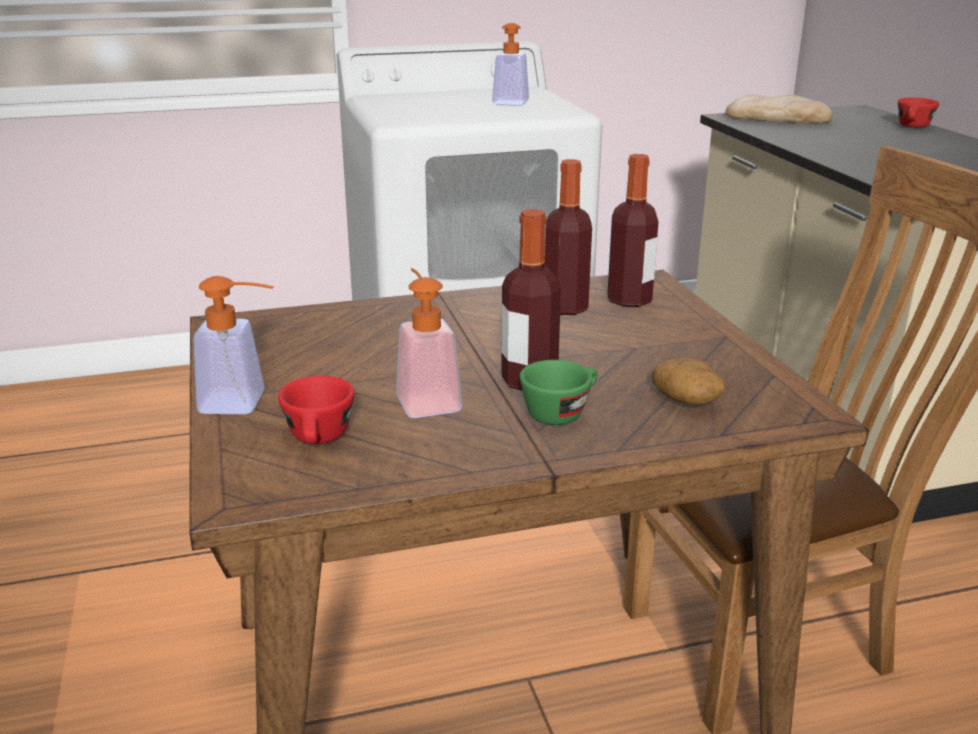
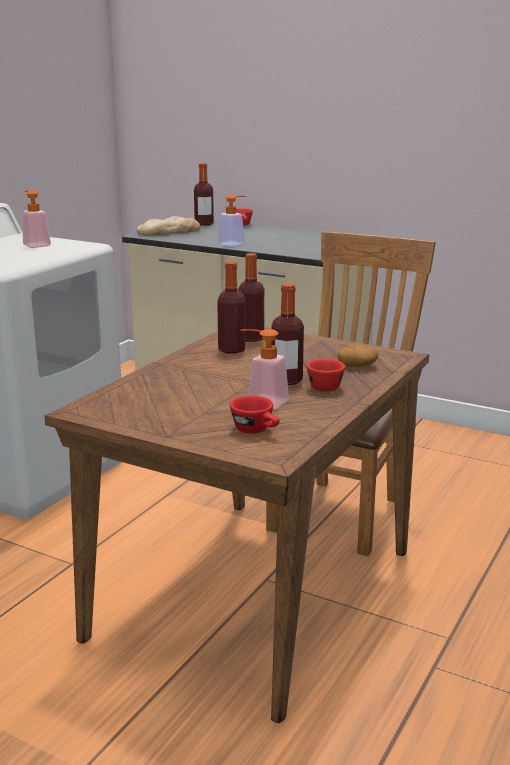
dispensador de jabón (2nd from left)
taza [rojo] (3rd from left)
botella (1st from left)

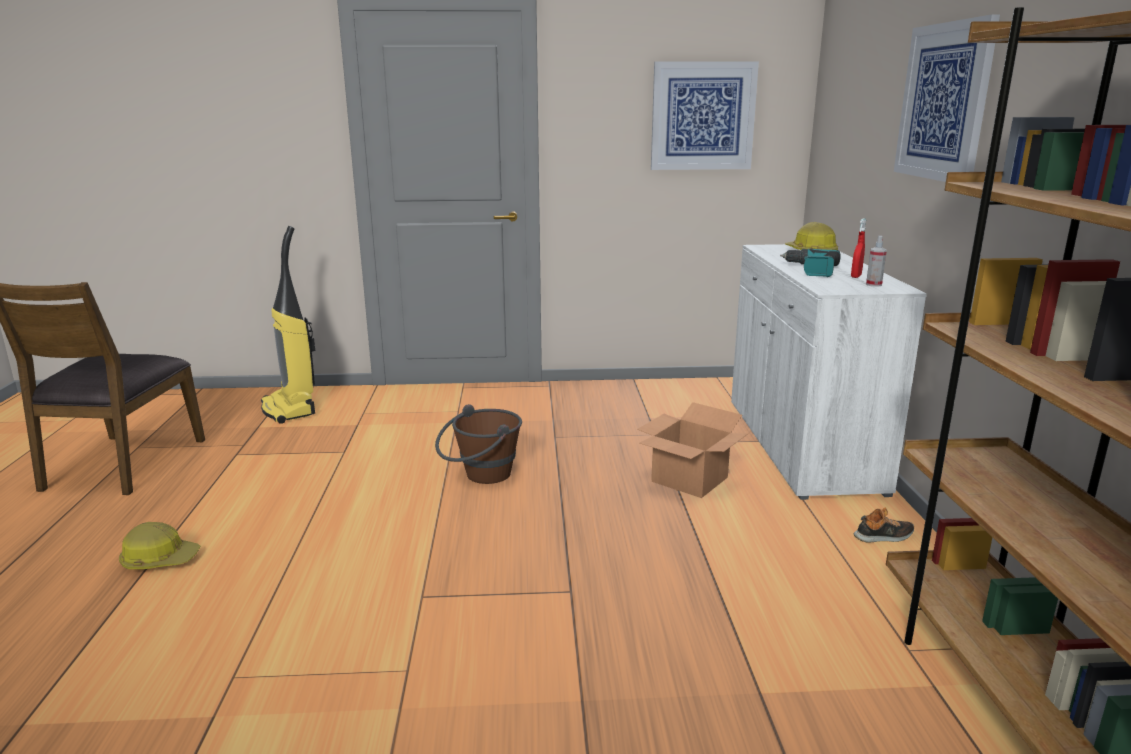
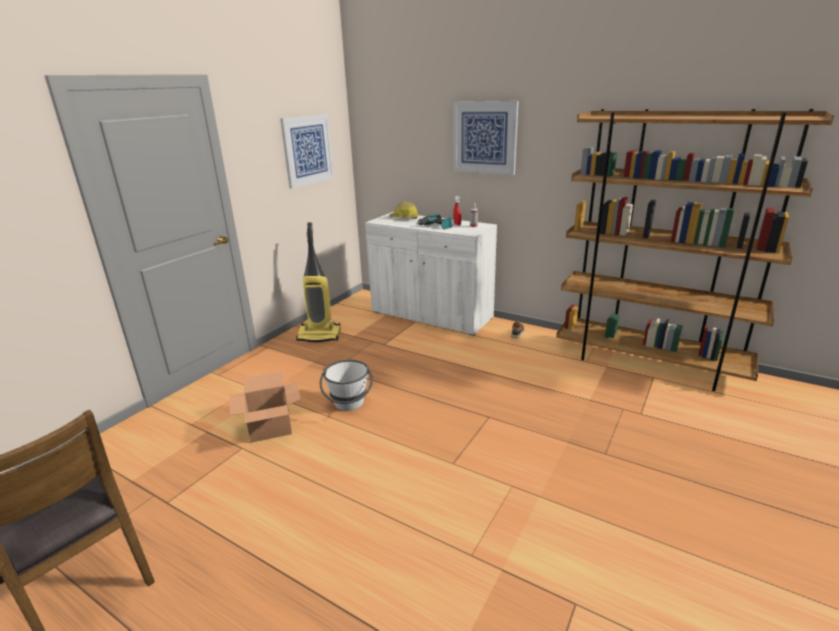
casco (1st from left in the first image)
aspiradora
cubo [blanco]
caja de cartón

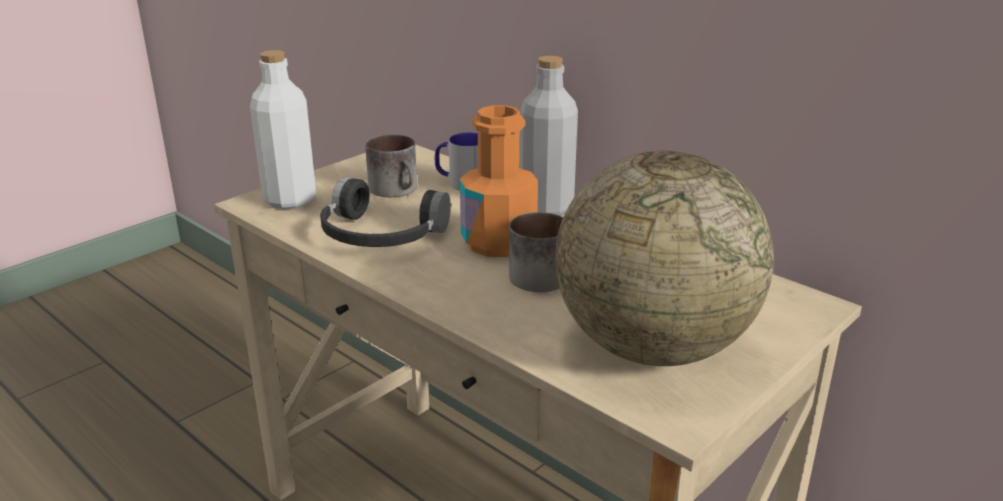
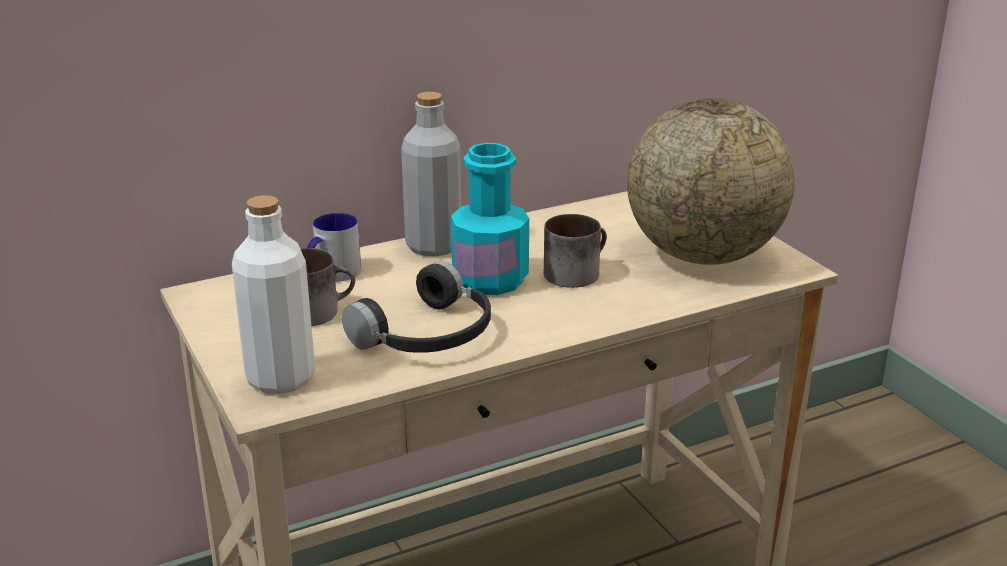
botella [turquesa]

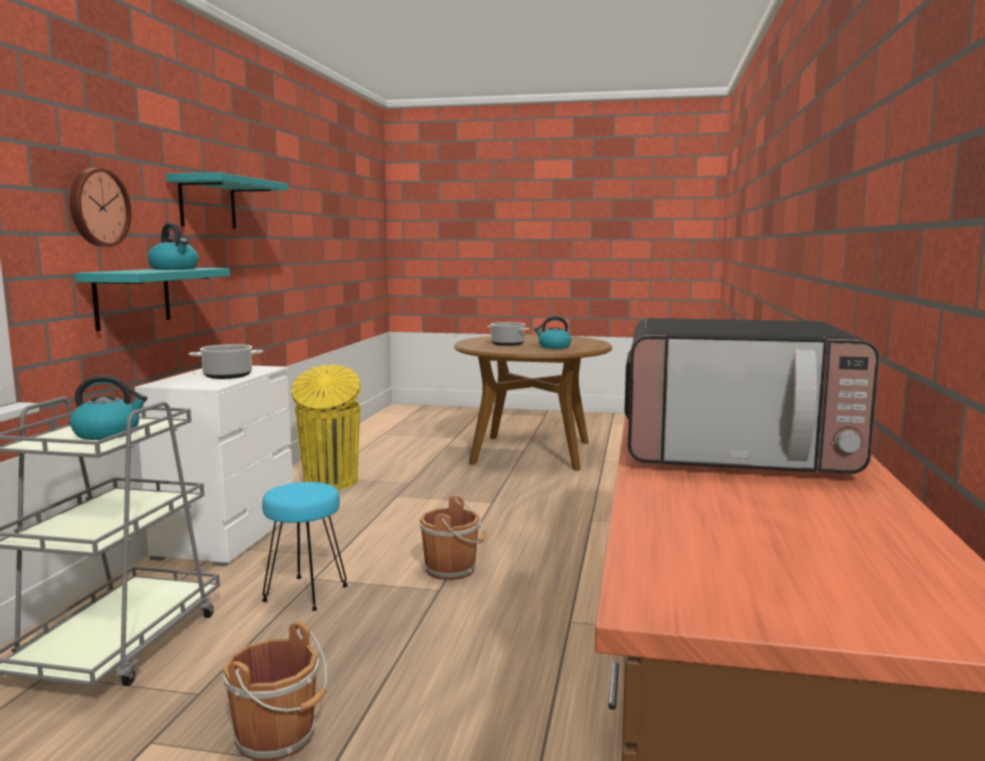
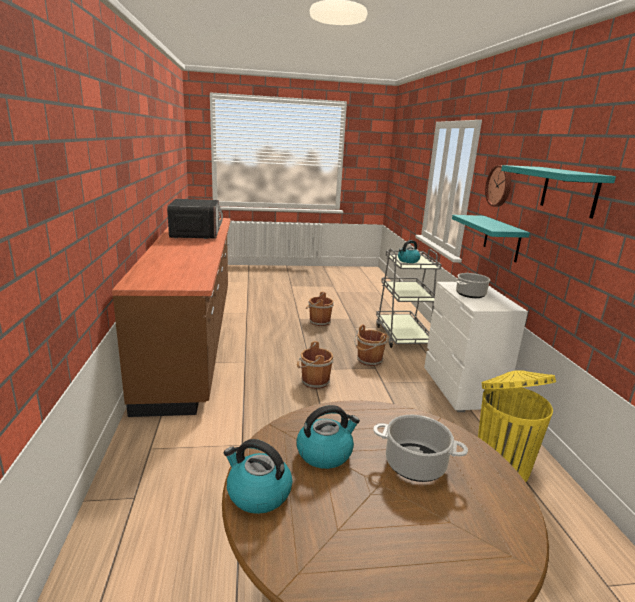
hervidor (1st from left)
cubo [marrón] (3rd from left)
microondas

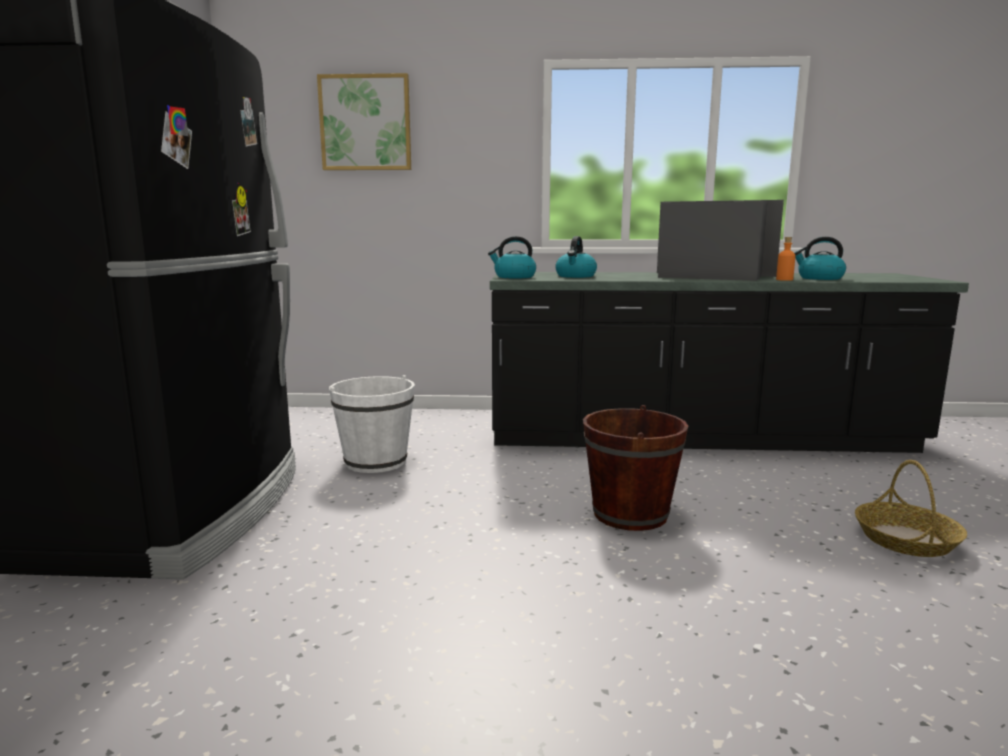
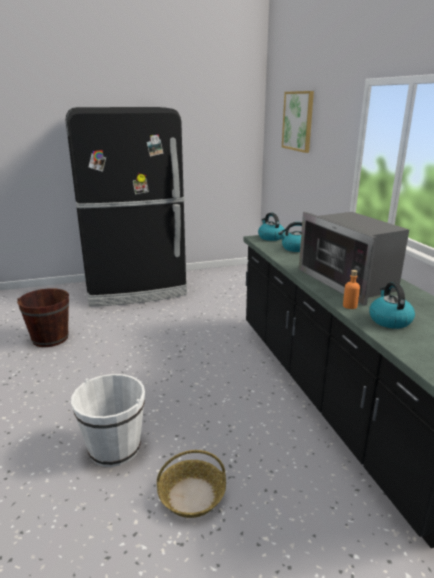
cubo [blanco]
cubo [marrón]
microondas

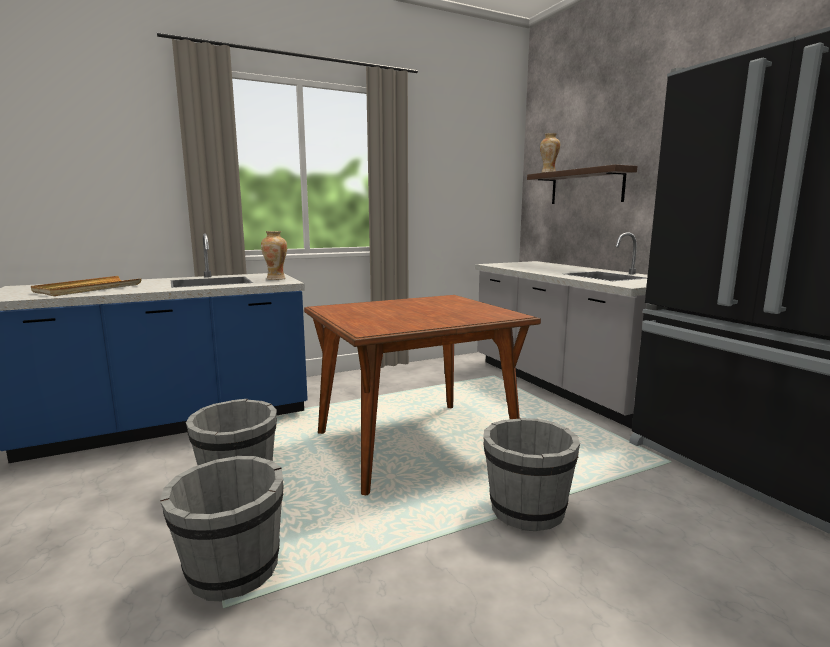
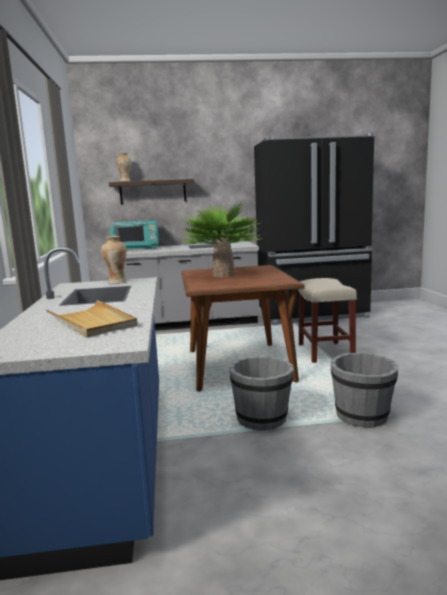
taburete [beis]
microondas [turquesa]
planta en maceta

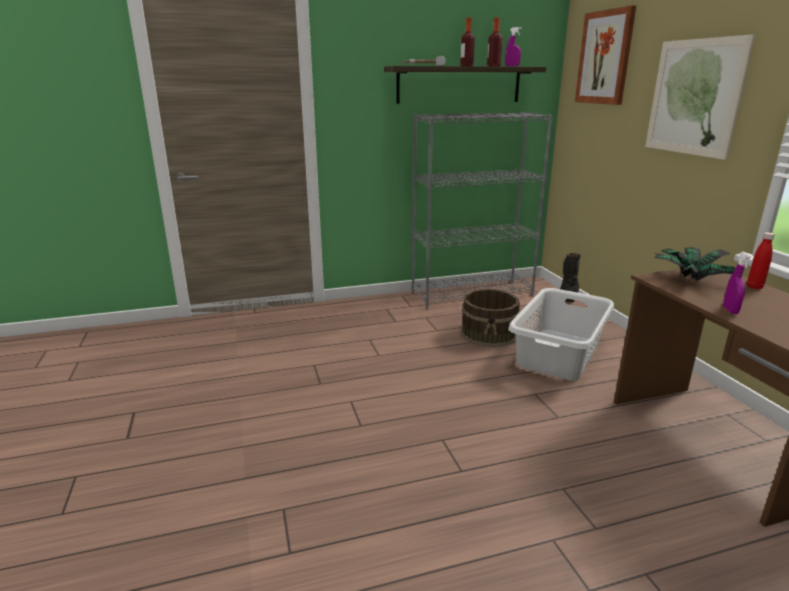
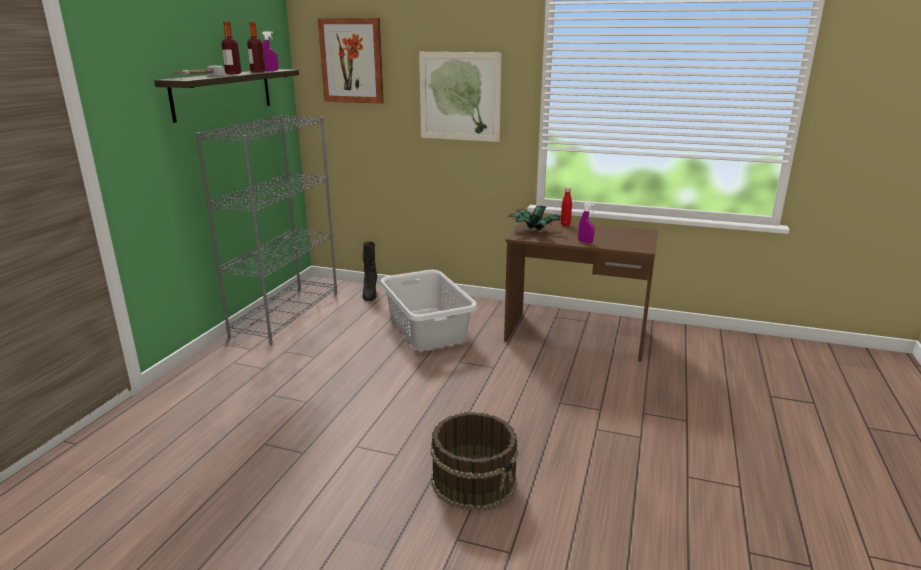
cubo [marrón]

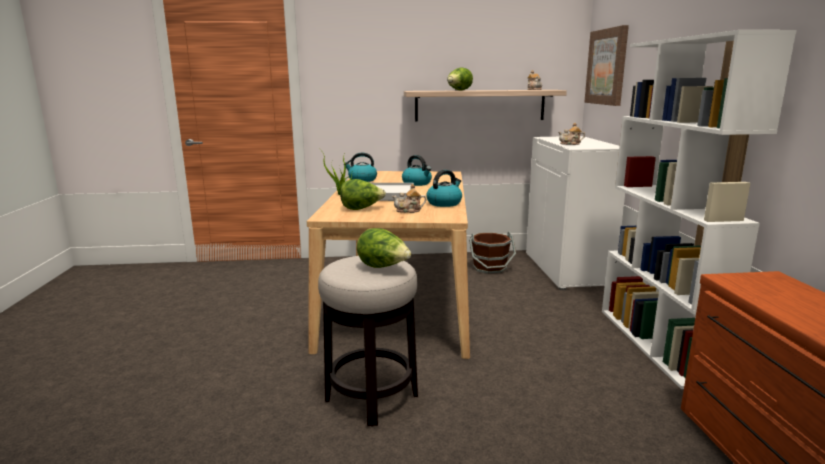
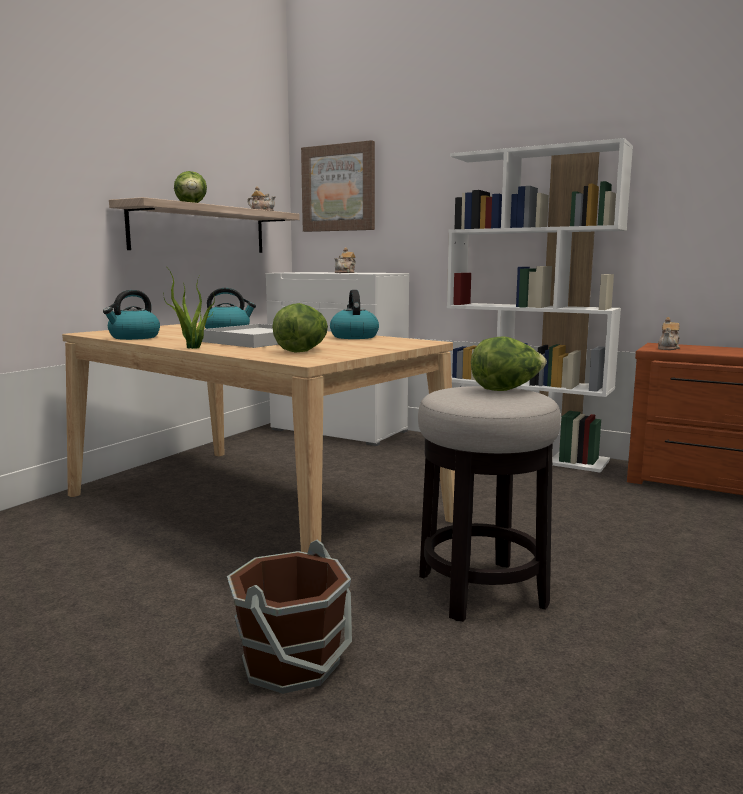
tetera (3rd from left)
cubo [marrón]

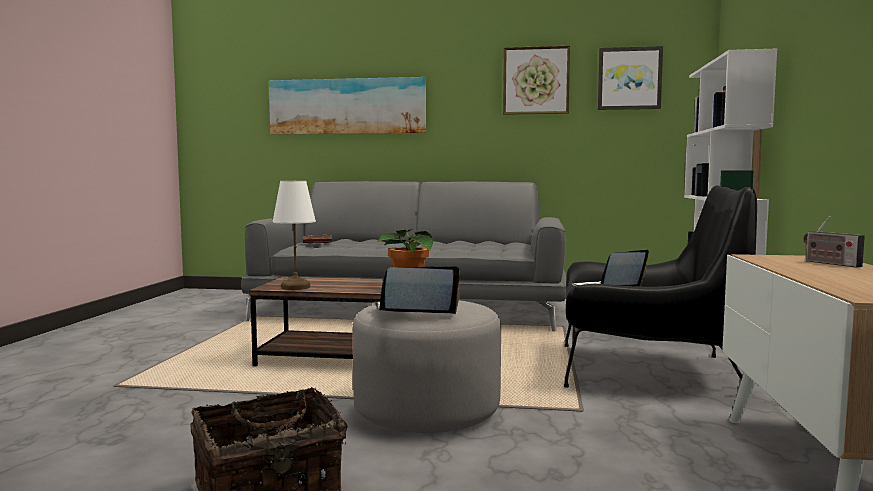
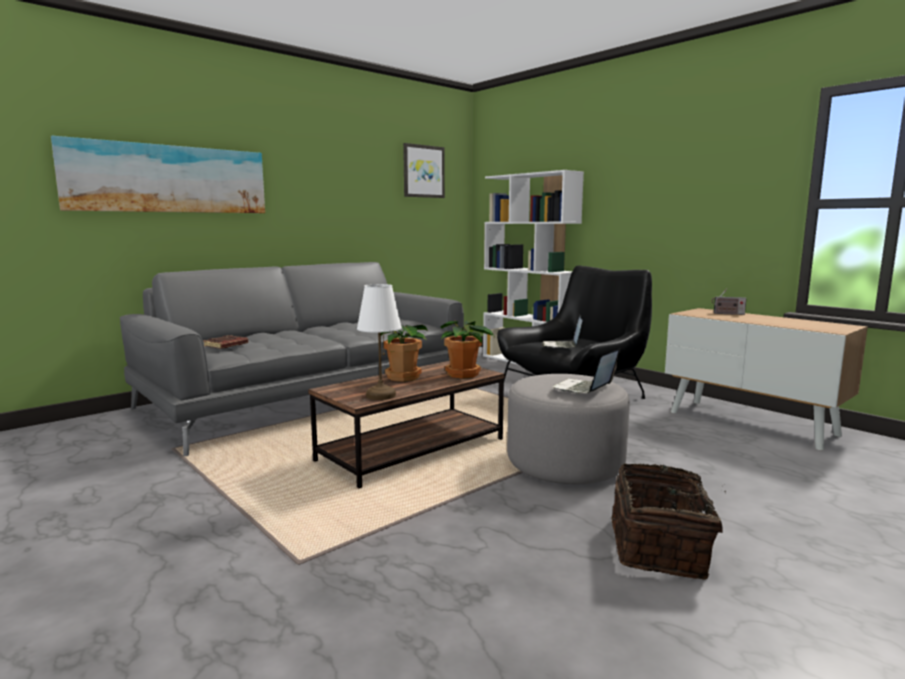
cuadro (2nd from left in the first image)
planta en maceta (1st from left)

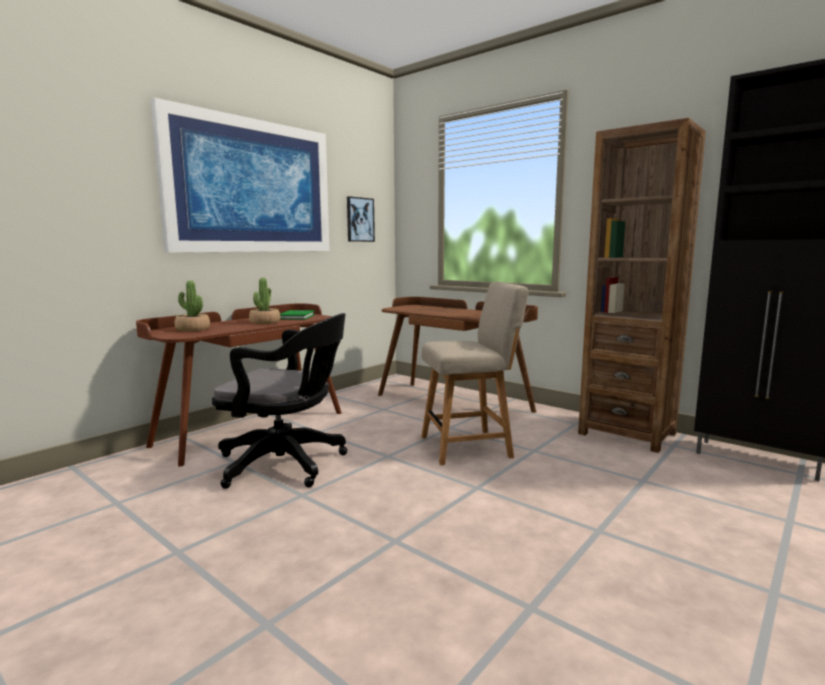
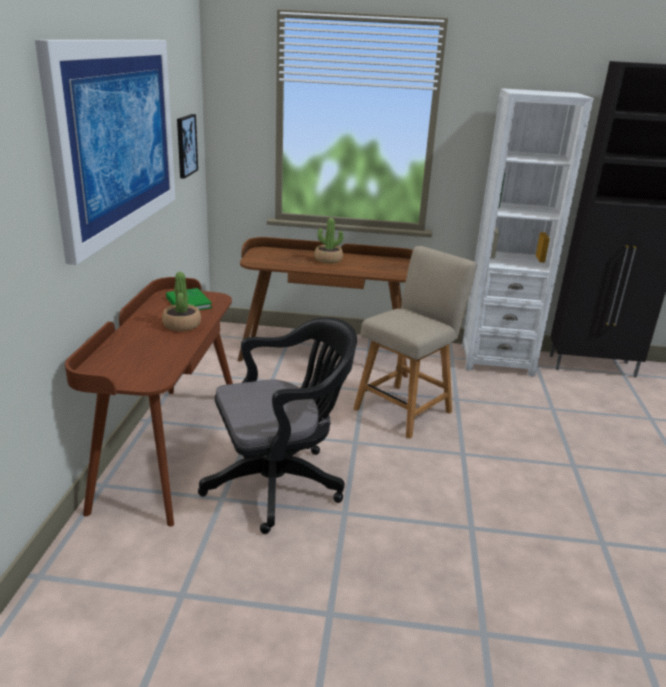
planta en maceta (2nd from left)
estantería [blanco]

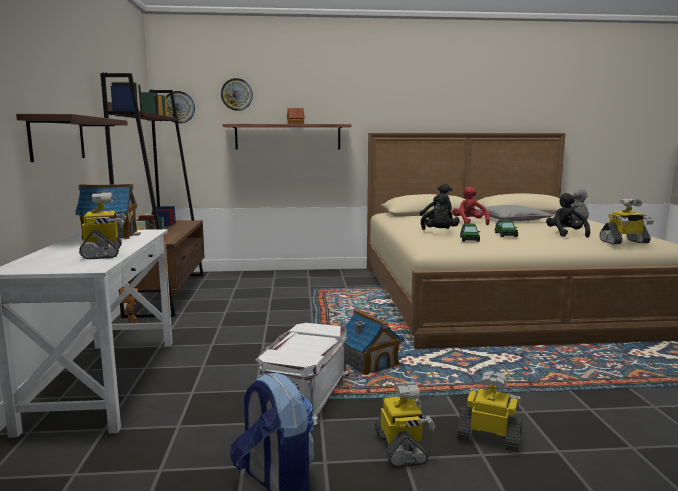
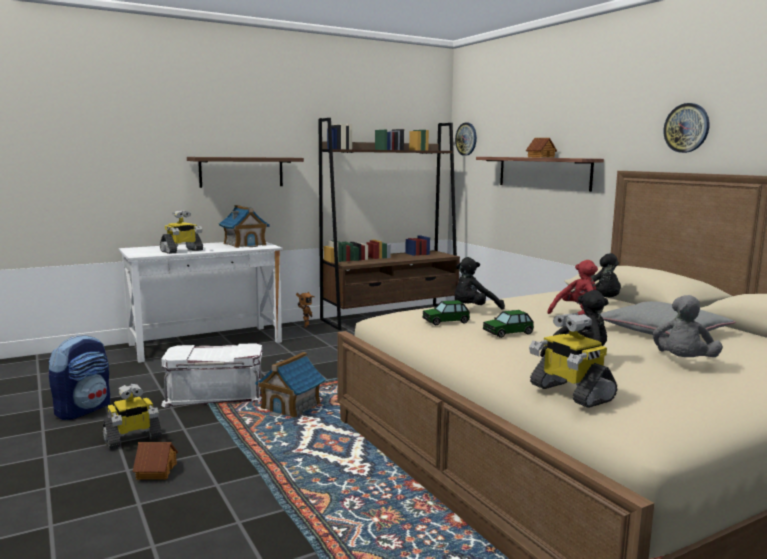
reloj de pared (2nd from left)
casita (1st from left)

